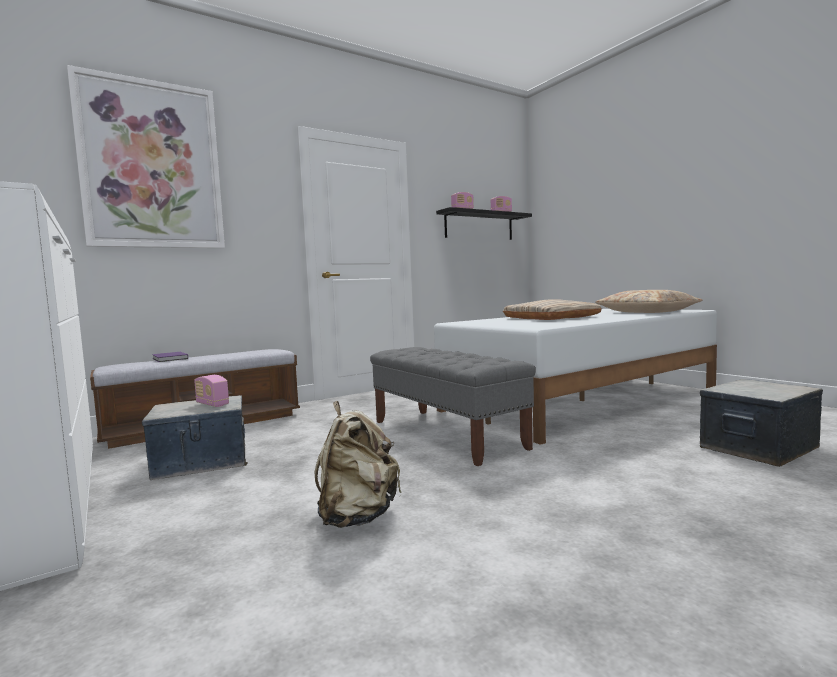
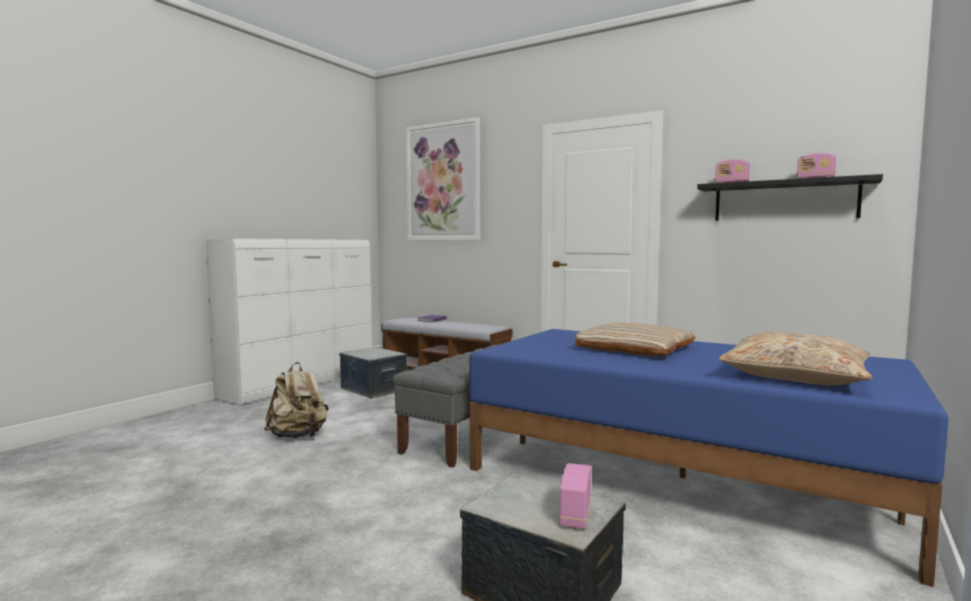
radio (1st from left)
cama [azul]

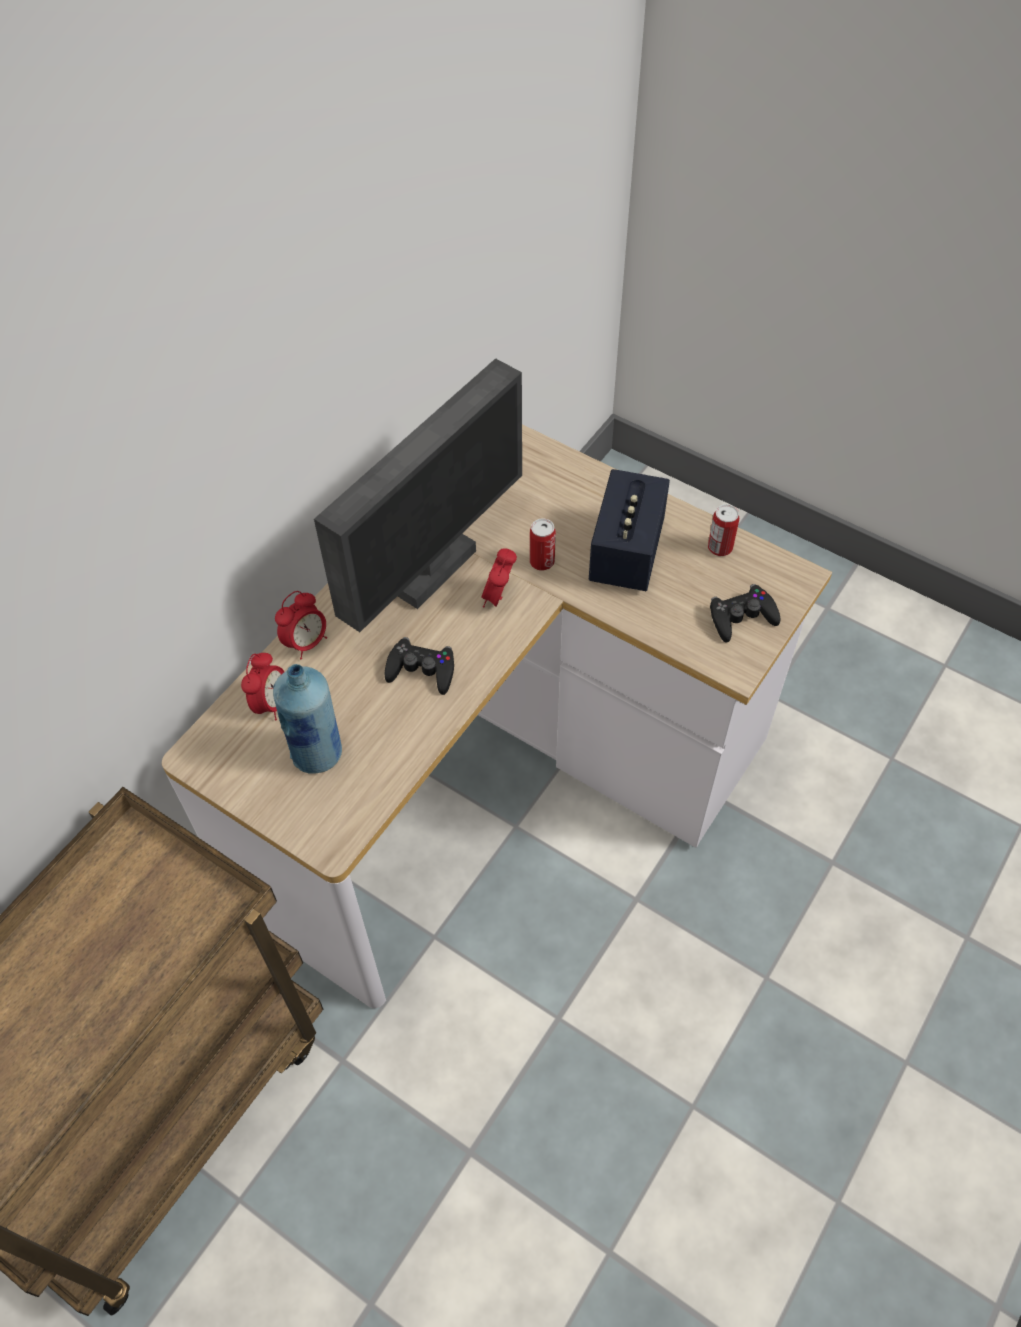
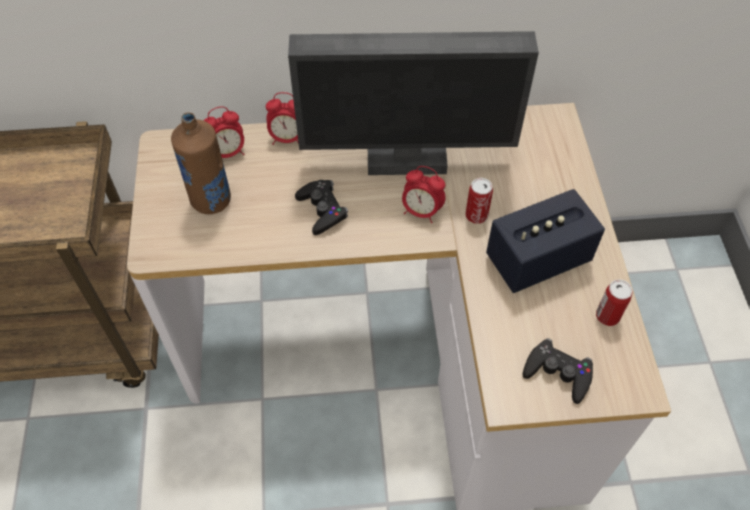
botella [marrón]
despertador (3rd from left)

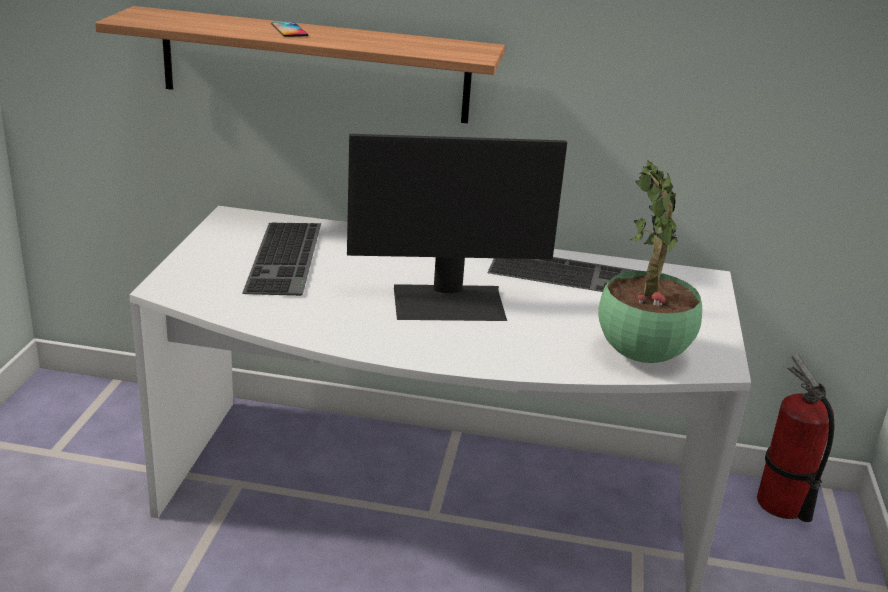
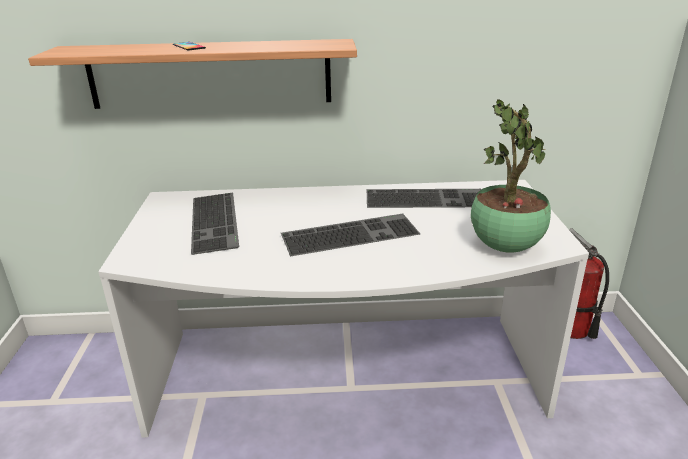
teclado (2nd from left)

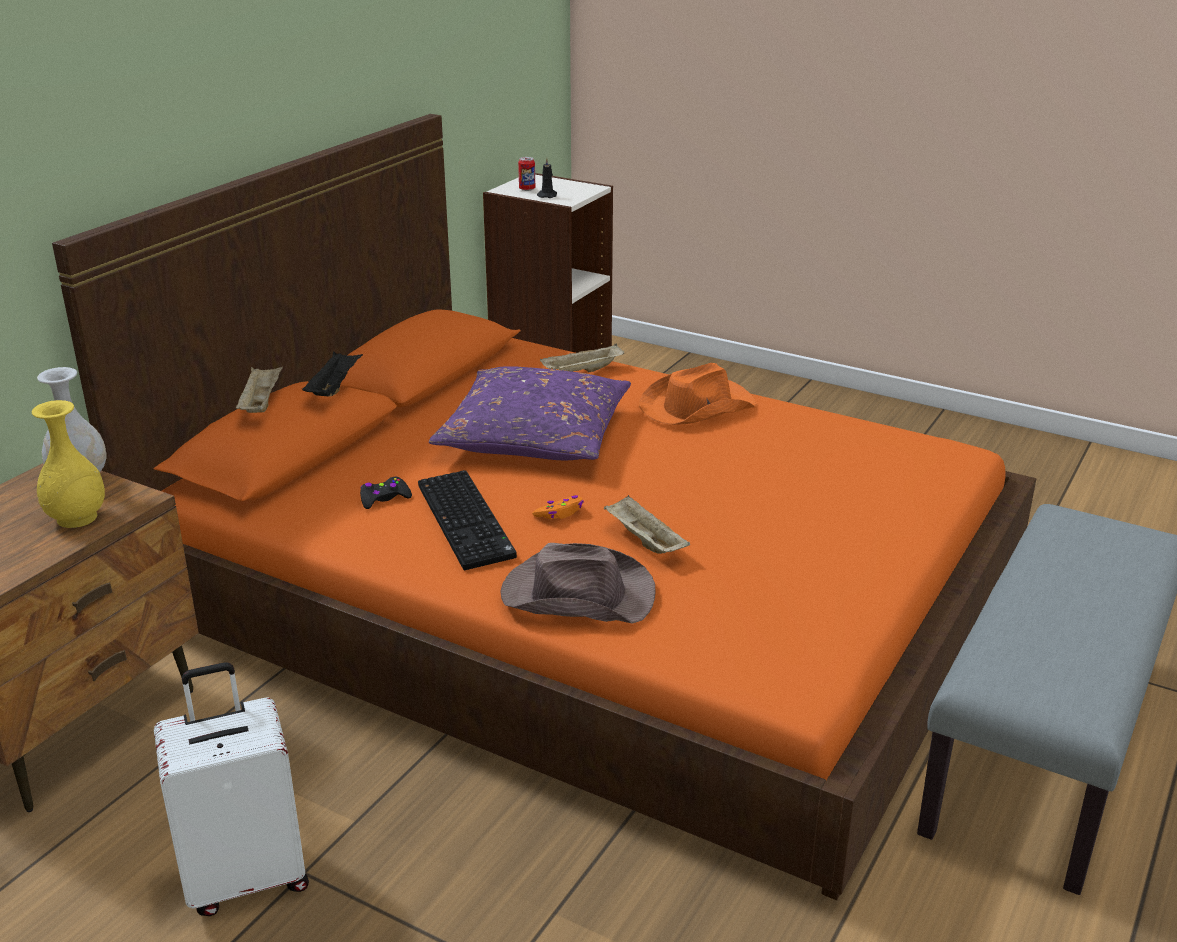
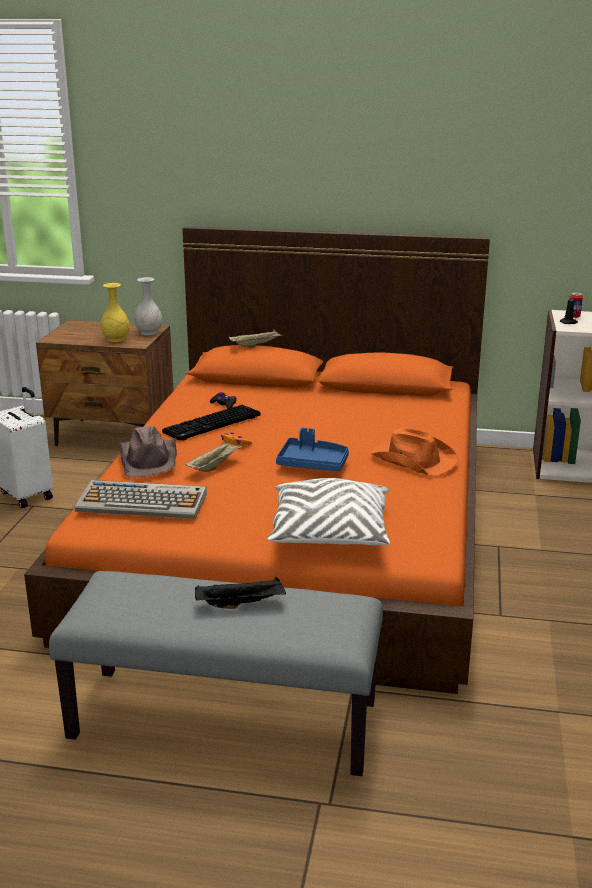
bandeja [negro]
cojín [morado]
bandeja [beis] (2nd from left in the first image)
teclado (1st from left)
cojín [blanco]
bandeja [azul]

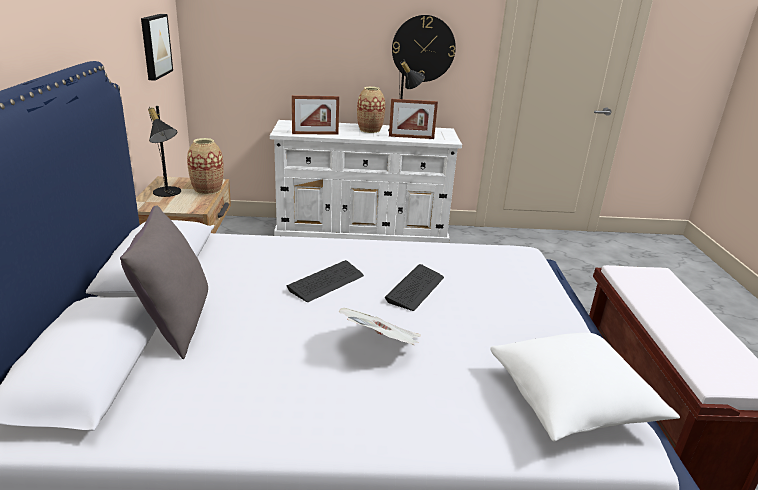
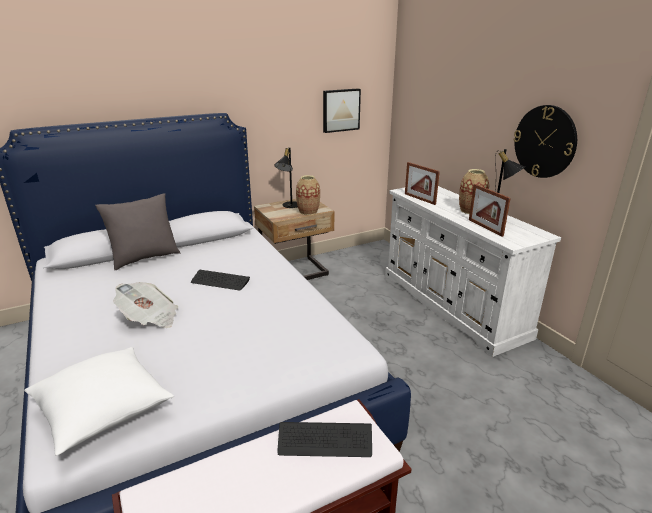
teclado (2nd from left)

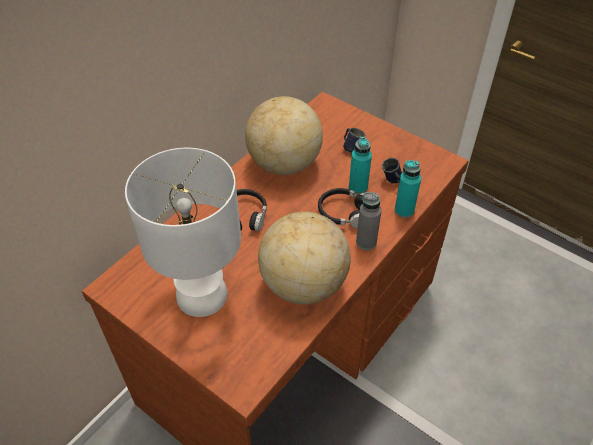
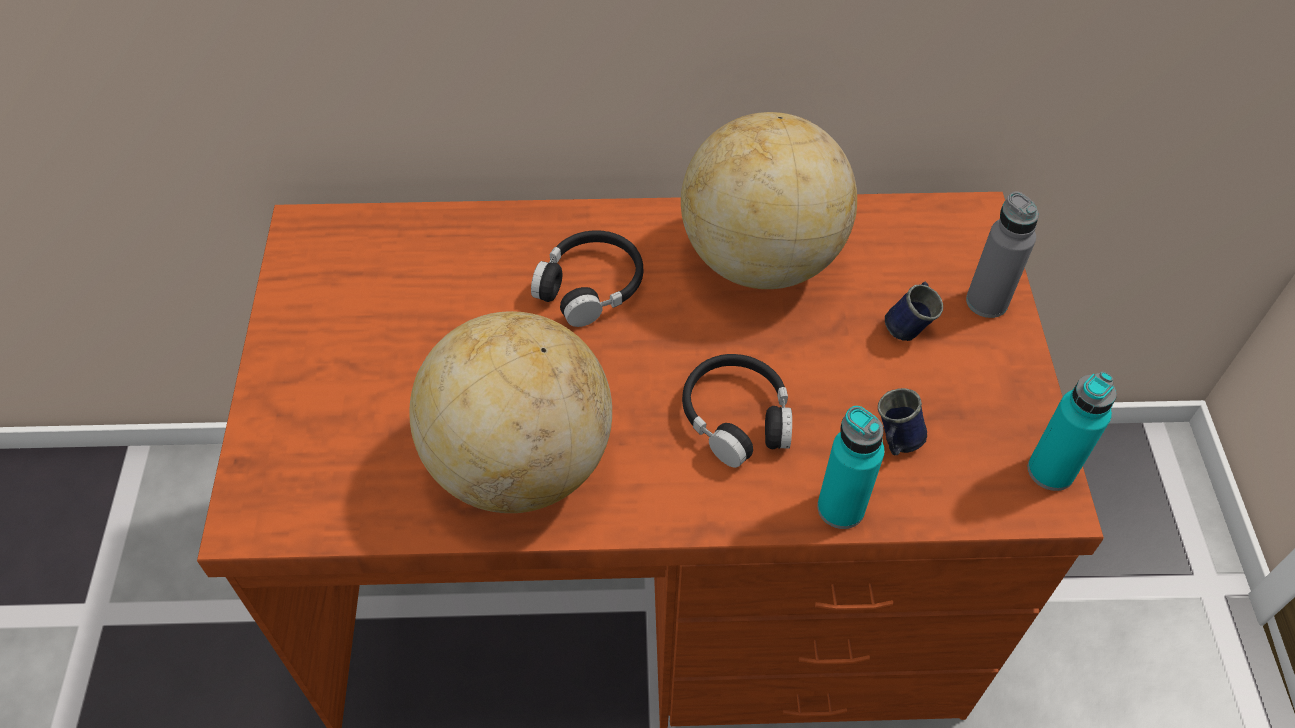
lámpara de mesa [blanco]
botella [turquesa] (2nd from left)
botella [gris]

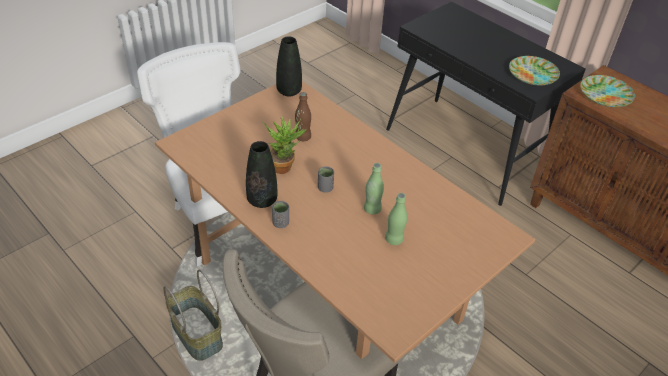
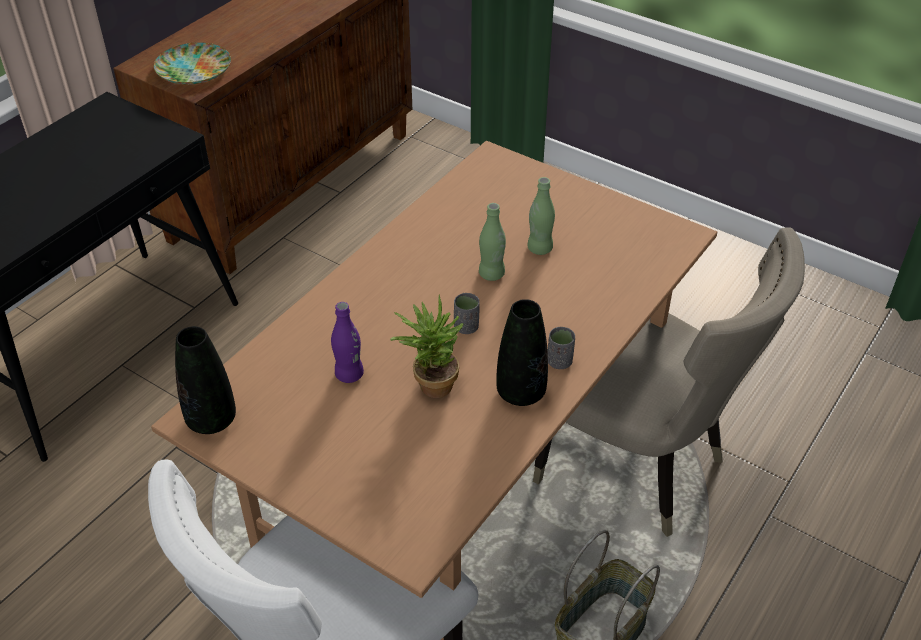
botella [morado]
plato (1st from left in the first image)

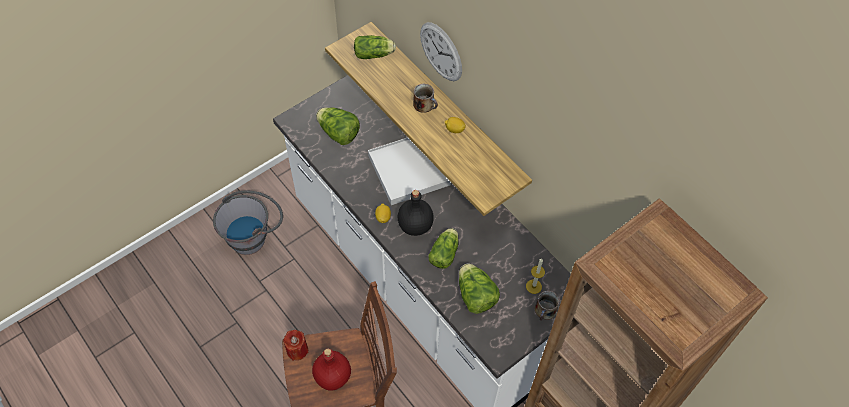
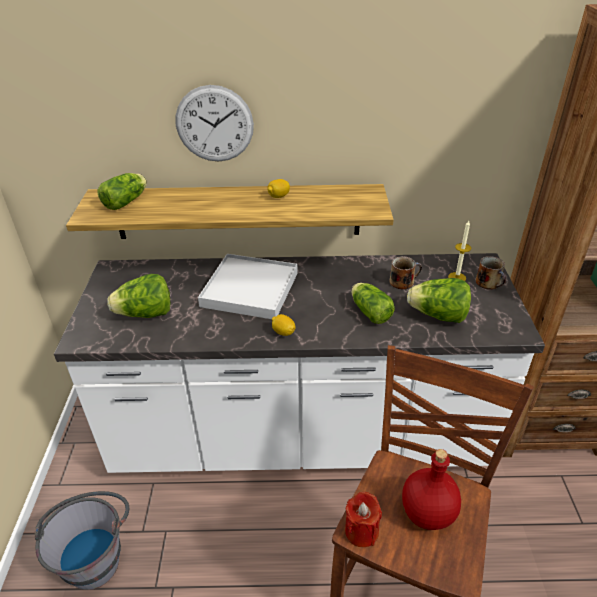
botella [negro]
taza grande (1st from left)

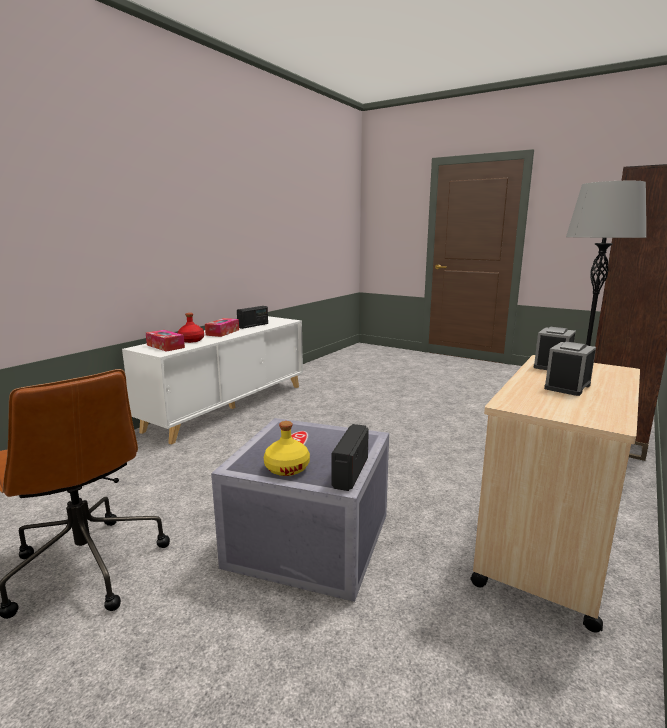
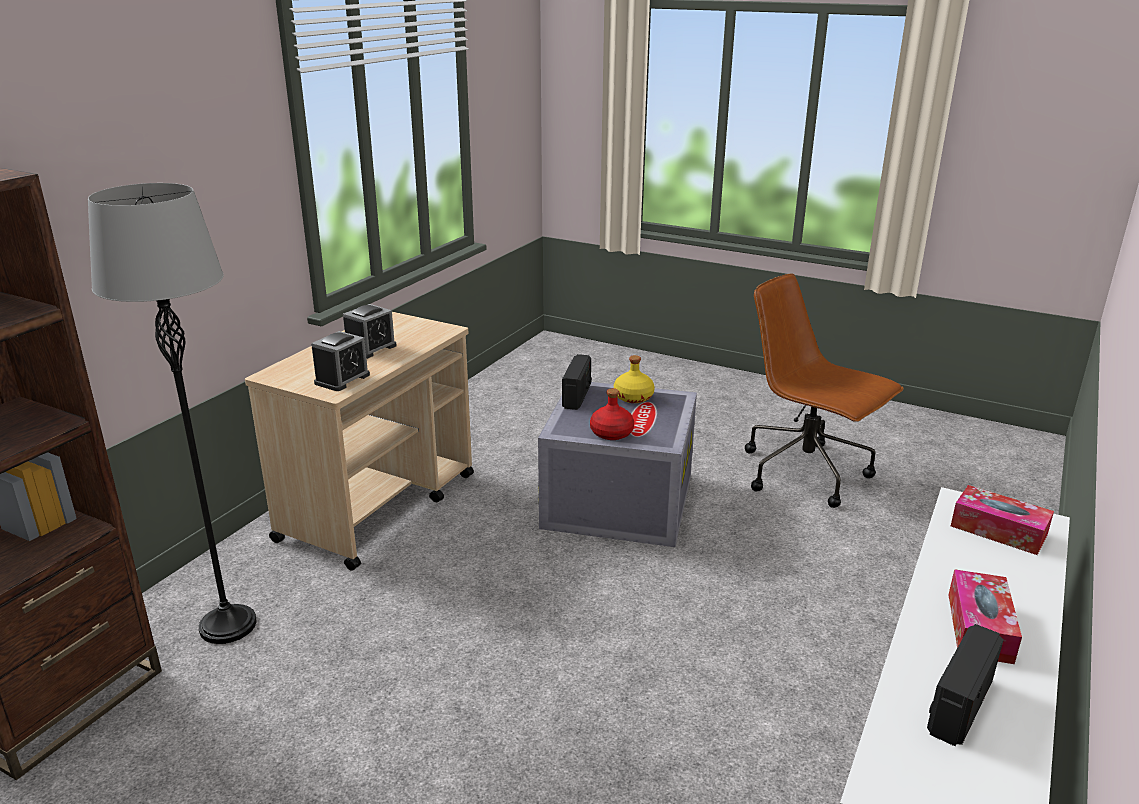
botella [rojo]

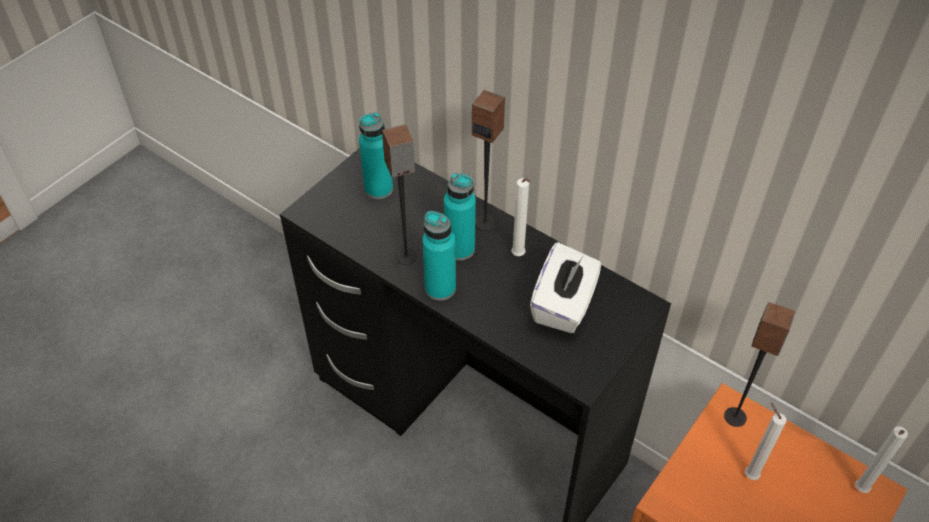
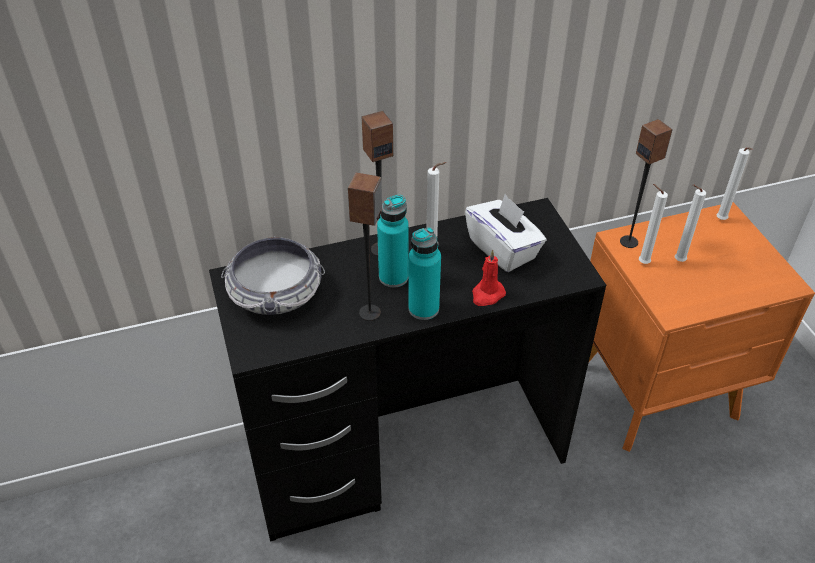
cuenco
vela [rojo]
vela [blanco] (2nd from left)

